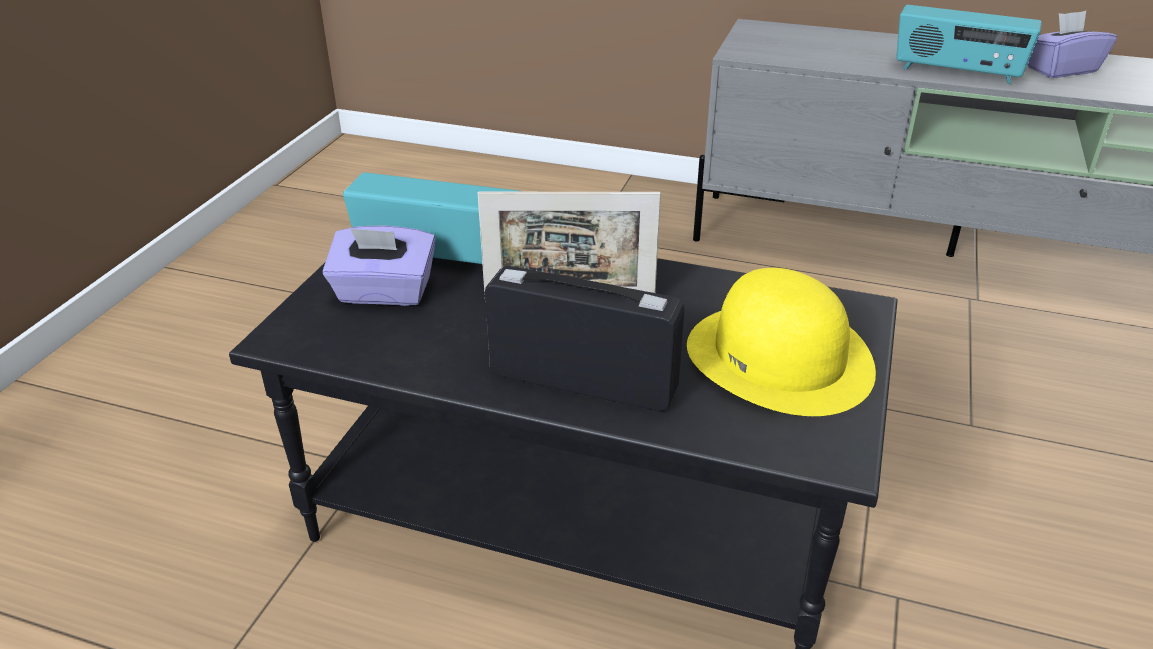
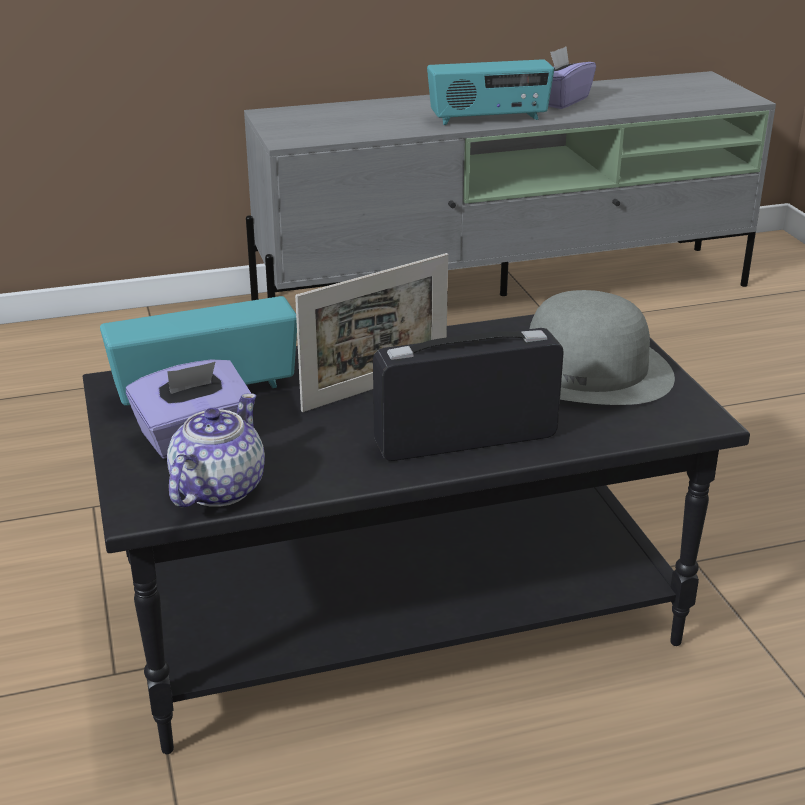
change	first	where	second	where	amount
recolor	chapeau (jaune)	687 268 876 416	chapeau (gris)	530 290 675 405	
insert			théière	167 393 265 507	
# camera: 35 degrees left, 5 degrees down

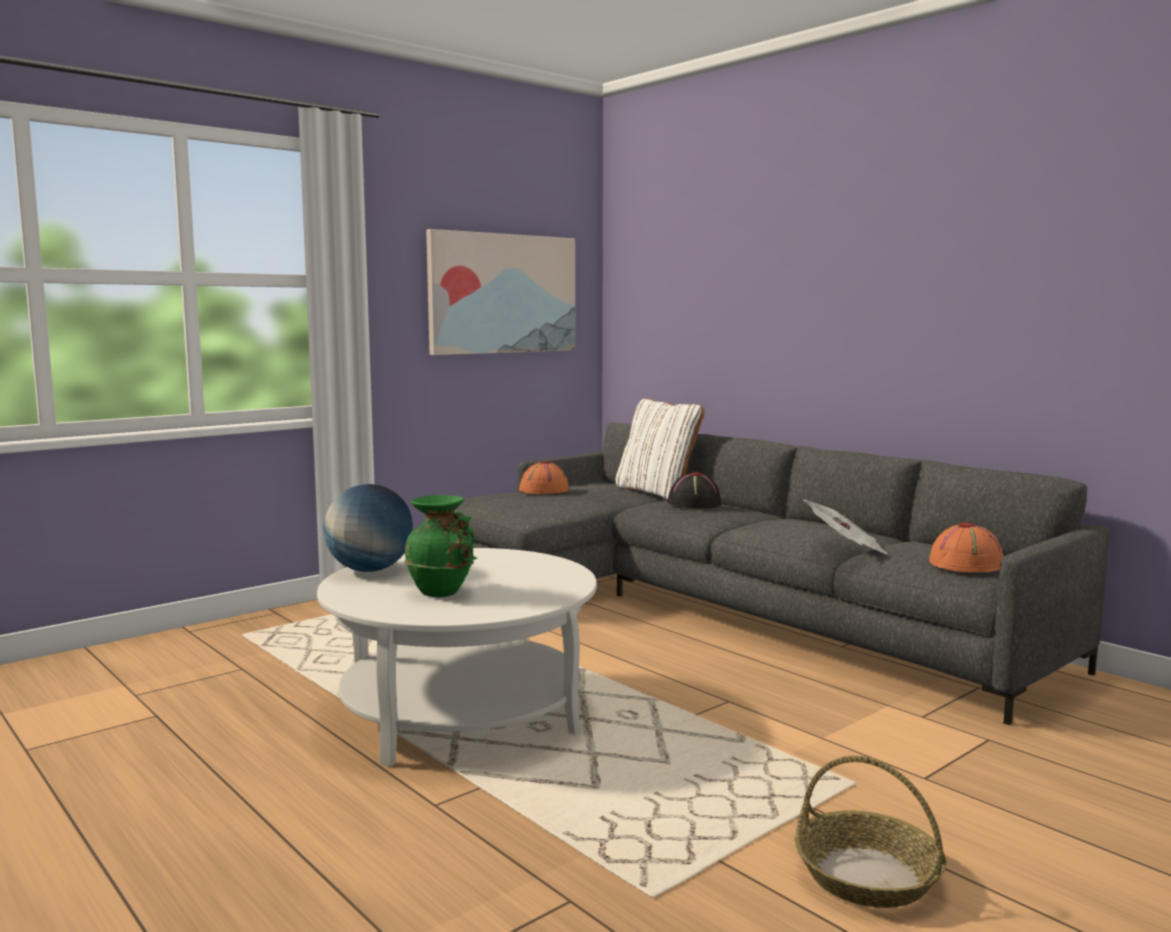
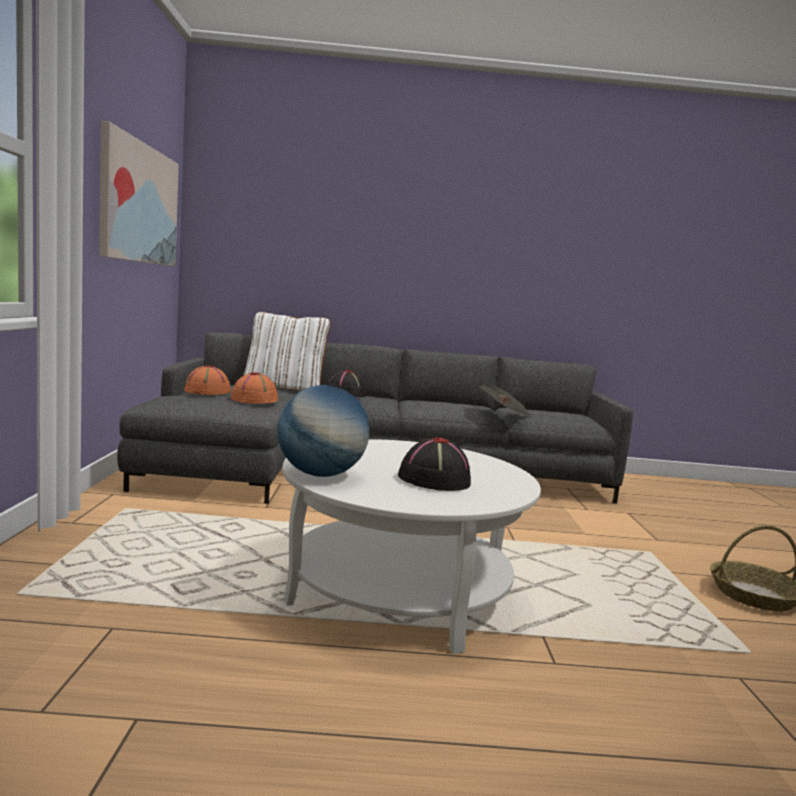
change	first	where	second	where	amount
replace	vase (vert)	404 495 477 597	chapeau (noir)	398 437 471 491	
move	chapeau (orange)	930 522 1003 573		231 372 278 404	
# camera: 50 degrees left, 0 degrees up

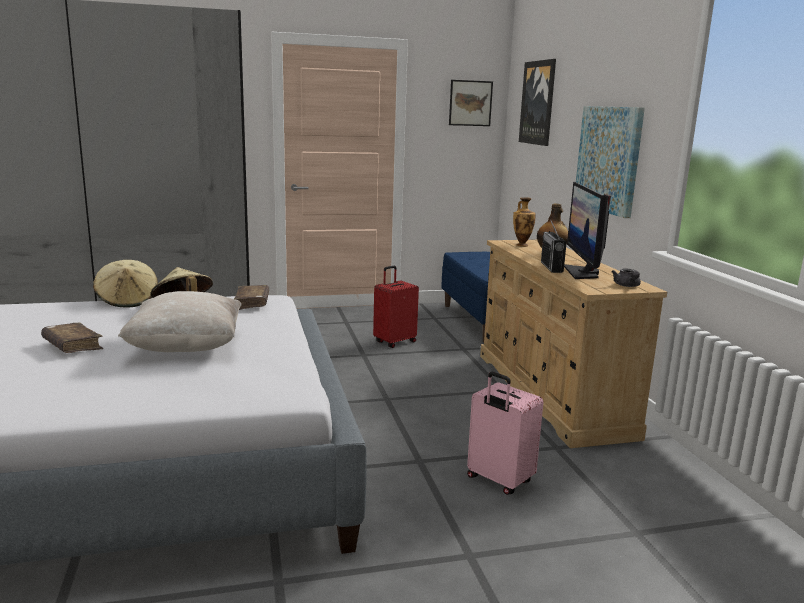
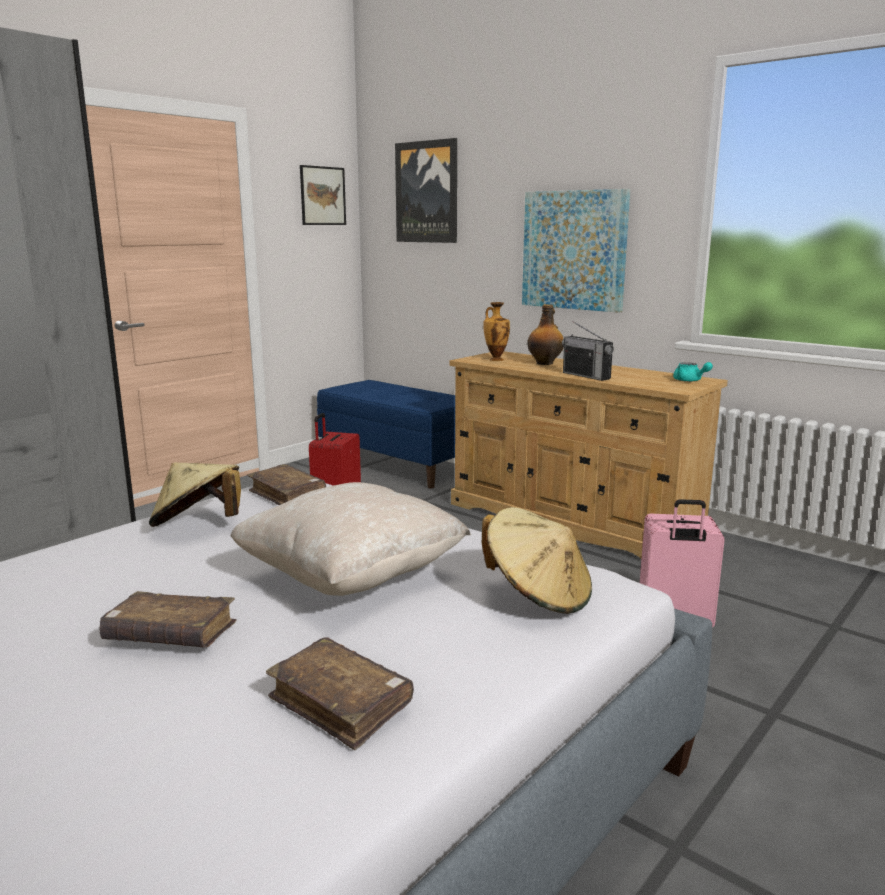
change	first	where	second	where	amount
delete	écran d'ordinateur	564 182 611 279			
move	chapeau (beige)	93 260 158 308		482 507 592 614	
recolor	théière (gris)	612 269 641 287	théière (turquoise)	673 362 713 382	
insert			livre (marron)	266 637 414 750	
# camera: 35 degrees left, 0 degrees up

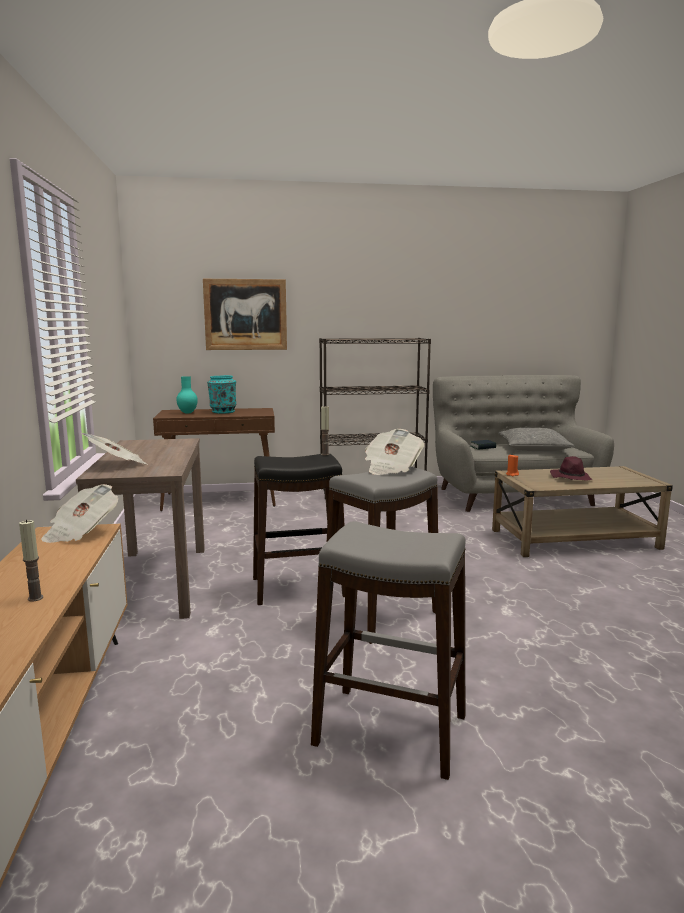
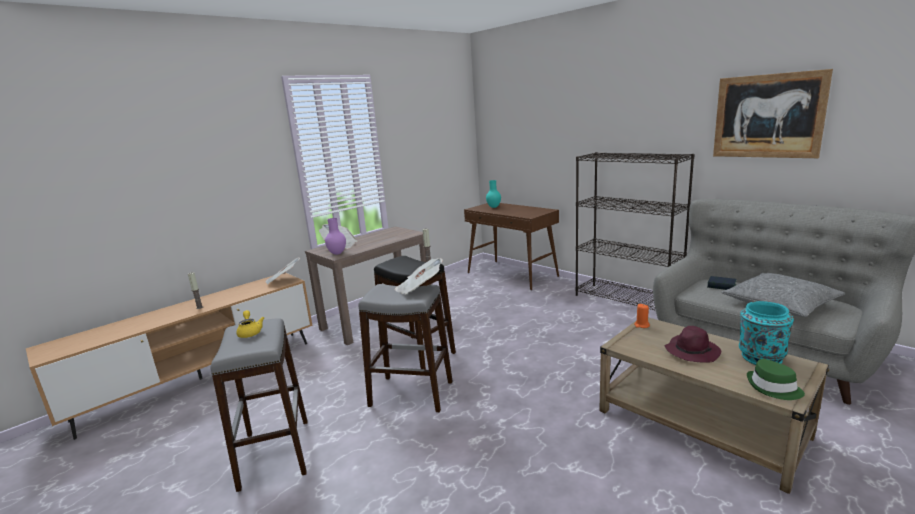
change	first	where	second	where	amount
move	tableau	203 279 287 350		713 69 833 158	
move	vase (turquoise)	207 375 236 413		739 301 794 365	
insert			vase (violet)	325 218 346 255	
insert			théière (jaune)	236 310 264 338	
insert			chapeau (vert)	747 359 805 400	
# camera: 55 degrees right, 5 degrees up

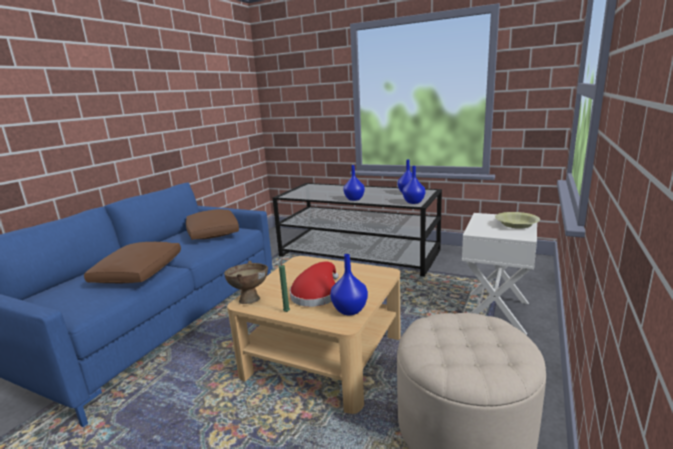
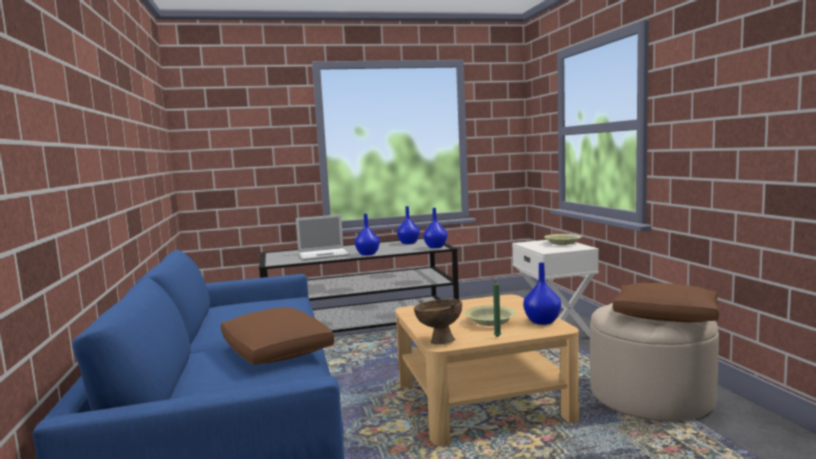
change	first	where	second	where	amount
move	coussin (marron)	186 209 239 240		613 283 719 322	
replace	chapeau (rouge)	290 261 339 307	bol (jaune)	465 305 517 326	
insert			ordinateur portable	296 214 350 261	
# camera: 40 degrees left, 10 degrees down

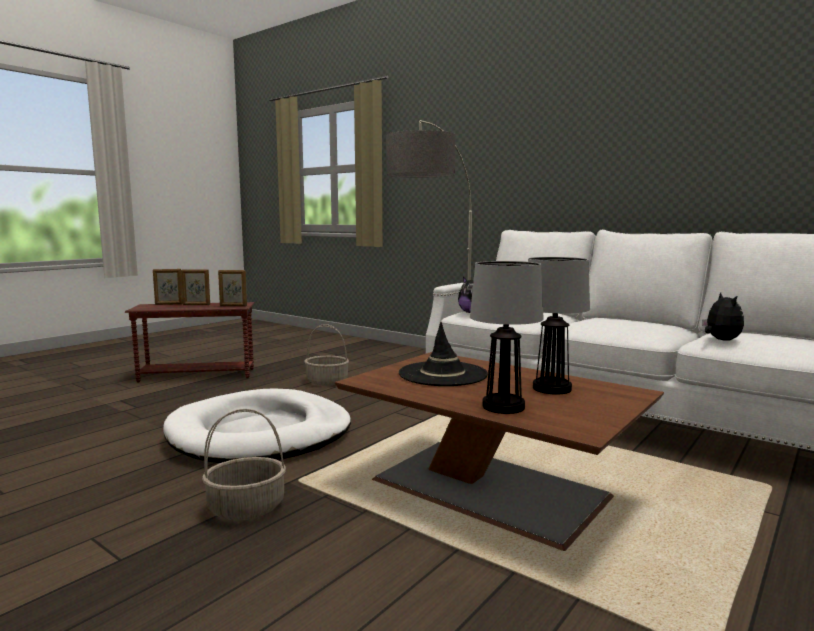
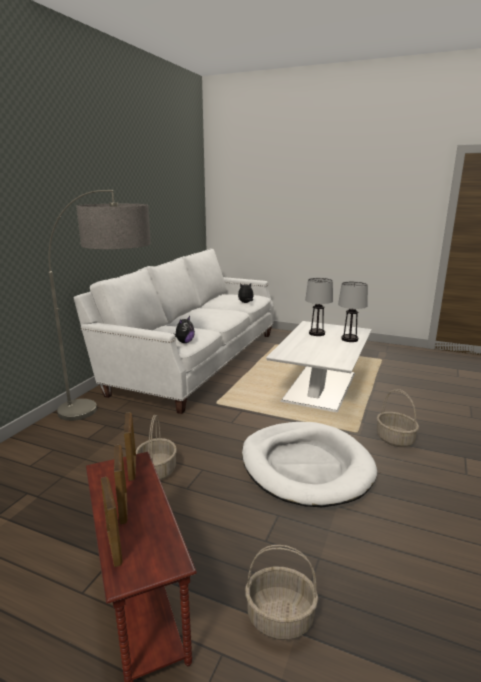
change	first	where	second	where	amount
delete	chapeau (noir)	399 322 488 386			
recolor	table basse (marron)	335 352 664 551	table basse (blanc)	266 321 372 412	
insert			panier	245 545 318 640	
# camera: 105 degrees left, 10 degrees up

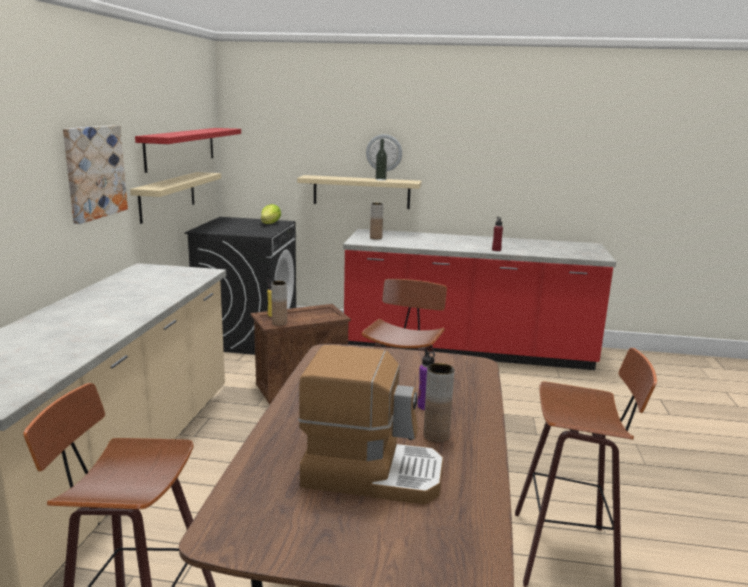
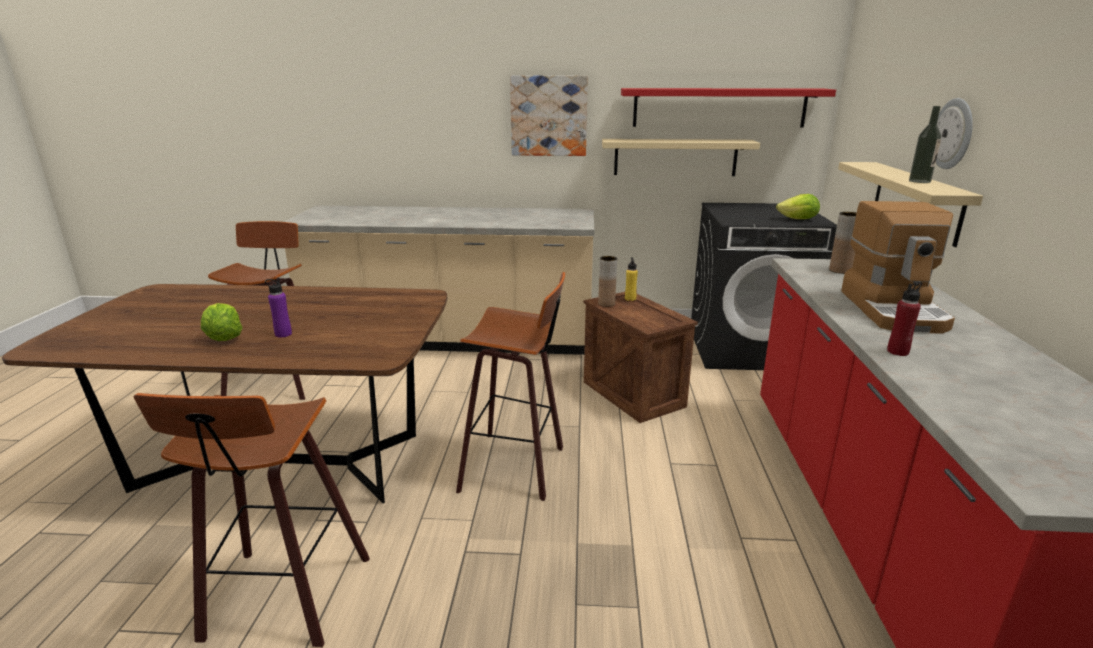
change	first	where	second	where	amount
move	machine à café	298 345 443 505		841 201 955 334	
replace	vase (marron)	423 363 454 442	laitue	201 303 243 341	
# camera: 85 degrees right, 5 degrees up

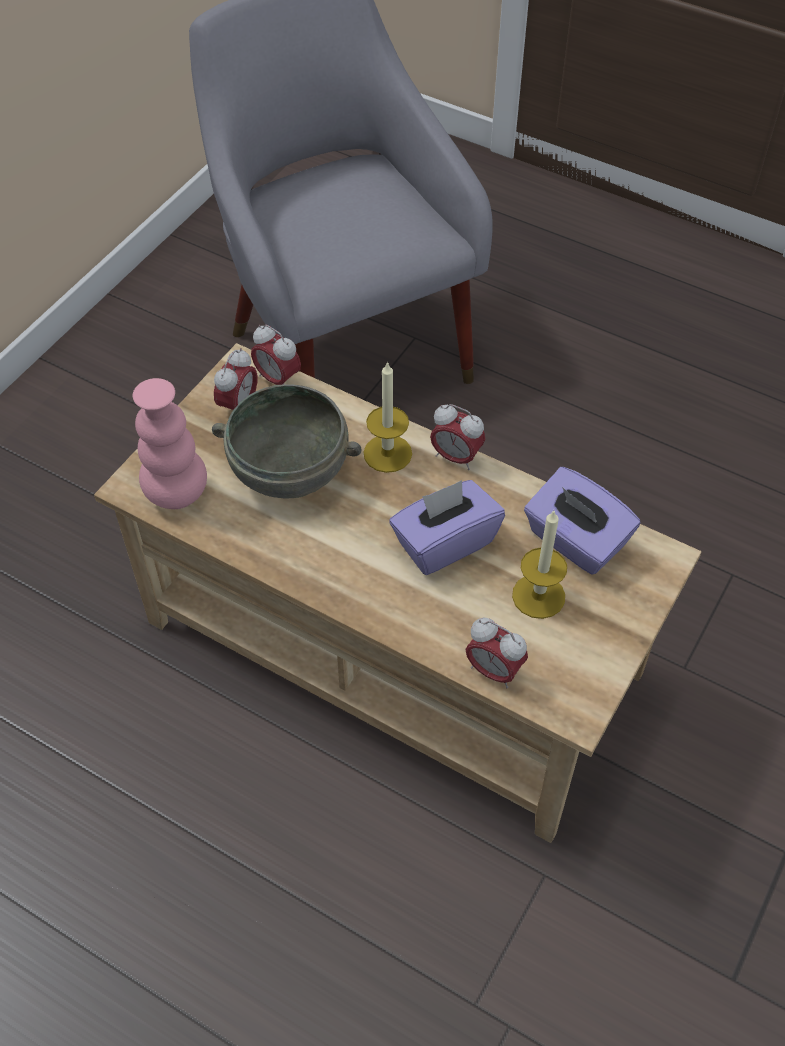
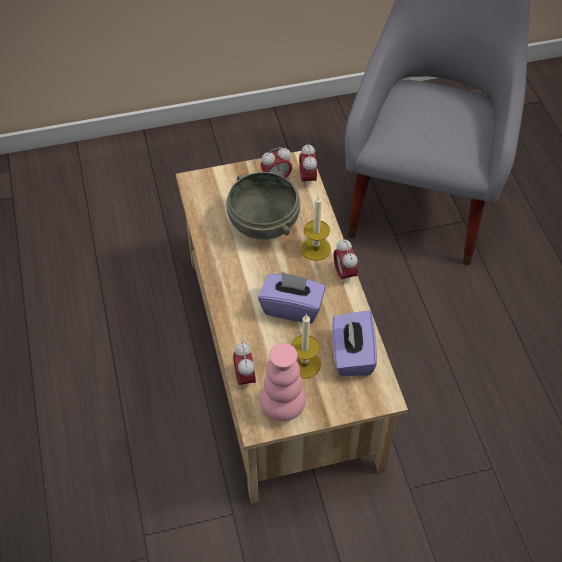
change	first	where	second	where	amount
move	vase (rose)	133 378 207 509		260 343 306 421	
# camera: 45 degrees right, 0 degrees up

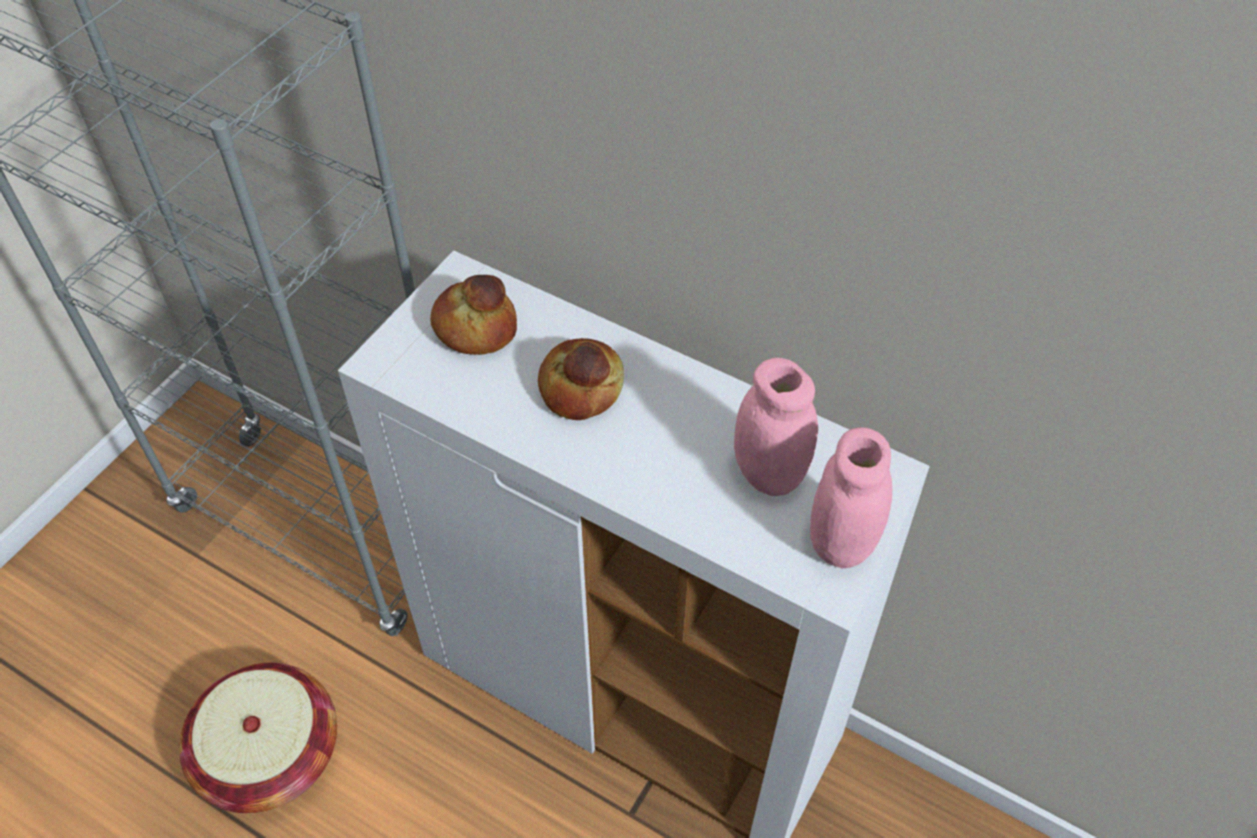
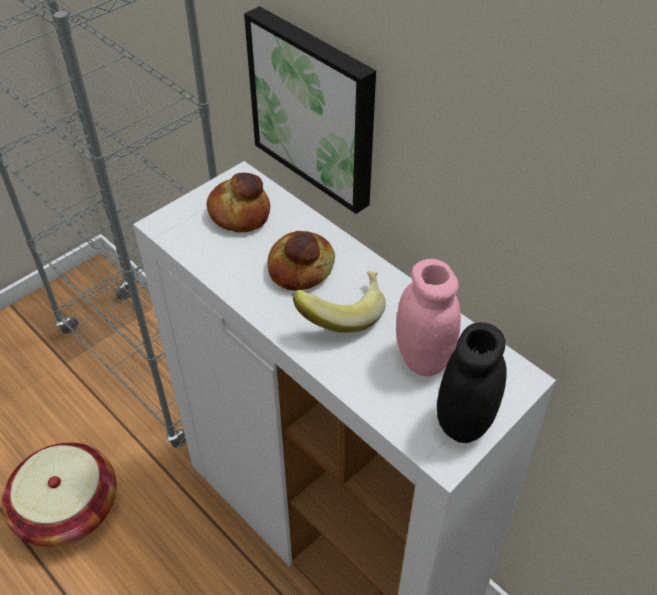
change	first	where	second	where	amount
recolor	bocal (rose)	810 427 892 568	bocal (noir)	437 322 507 443	
insert			tableau	244 6 376 214	
insert			banane	293 271 386 333	
# camera: 15 degrees right, 5 degrees down

